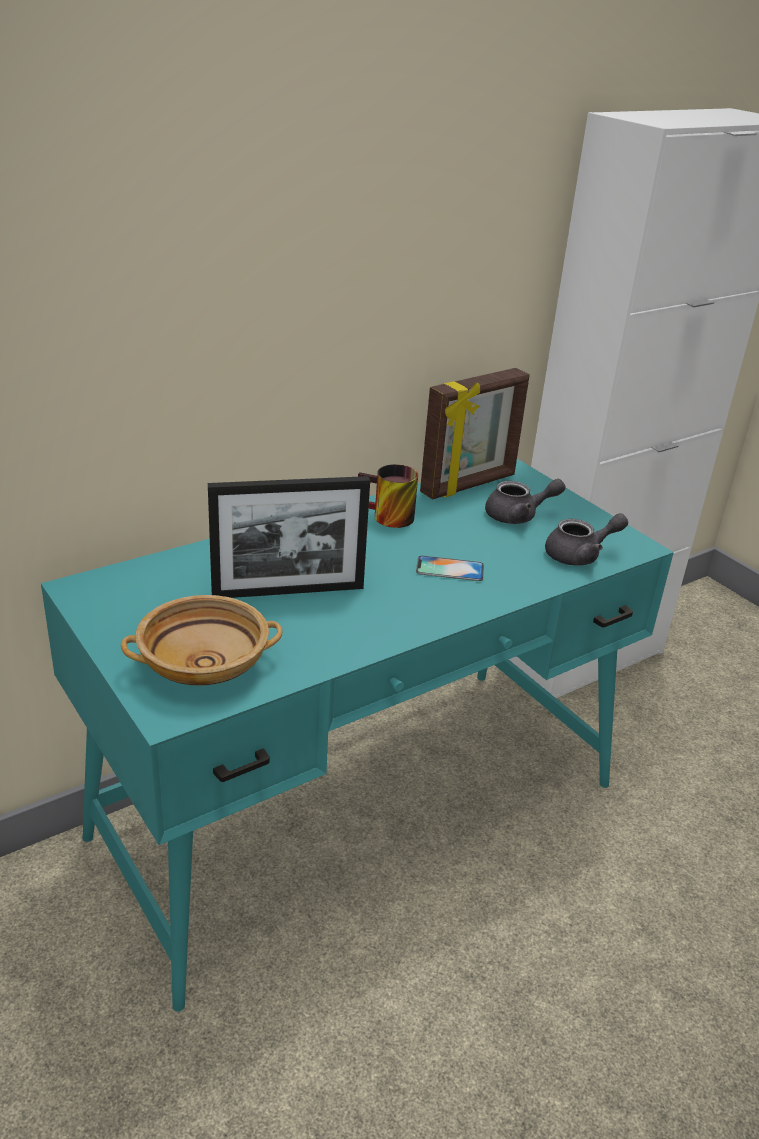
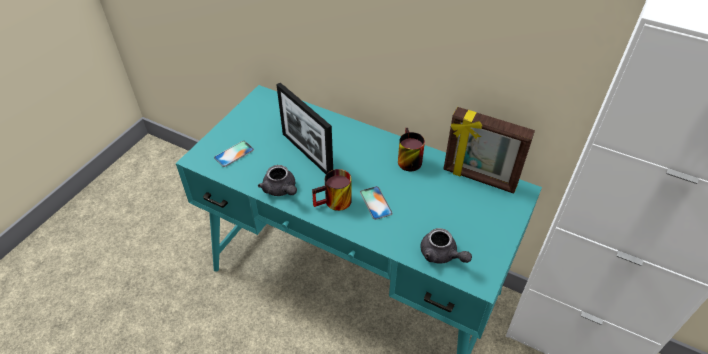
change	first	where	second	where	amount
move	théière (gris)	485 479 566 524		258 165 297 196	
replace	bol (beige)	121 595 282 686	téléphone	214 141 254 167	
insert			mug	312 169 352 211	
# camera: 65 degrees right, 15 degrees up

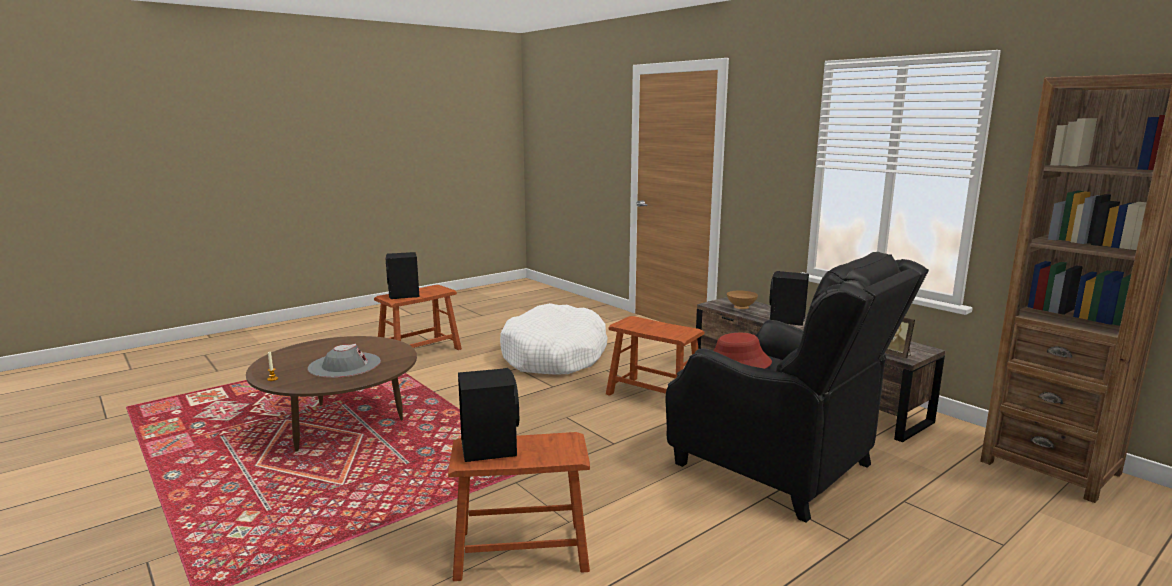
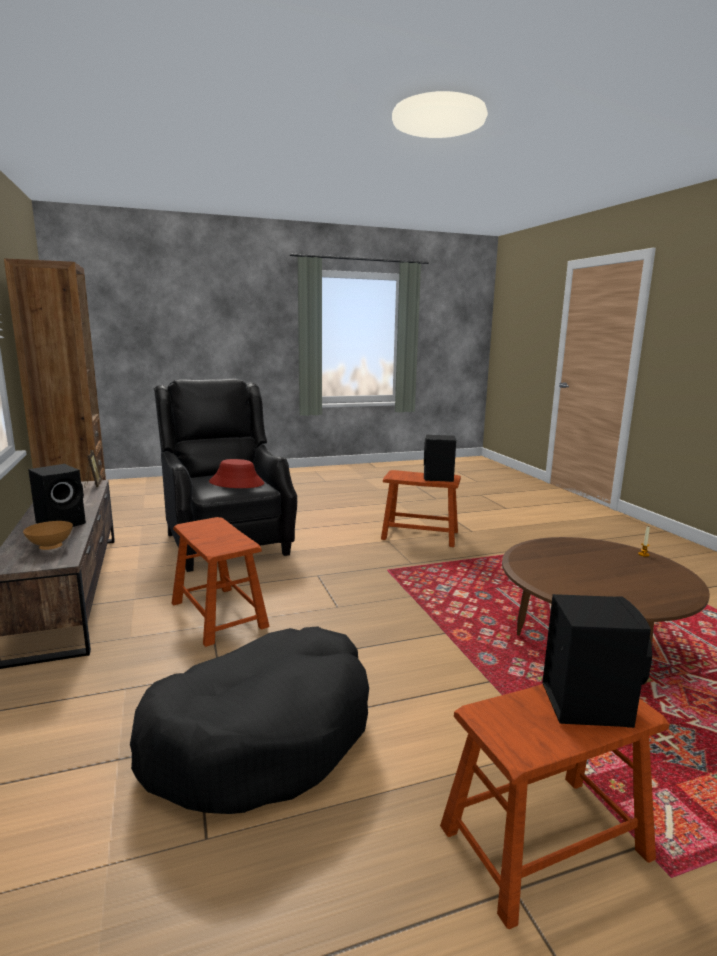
change	first	where	second	where	amount
recolor	panier pour chien (blanc)	500 303 608 375	panier pour chien (noir)	130 626 369 814	
delete	chapeau (gris)	308 344 381 378			
# camera: 160 degrees left, 0 degrees up

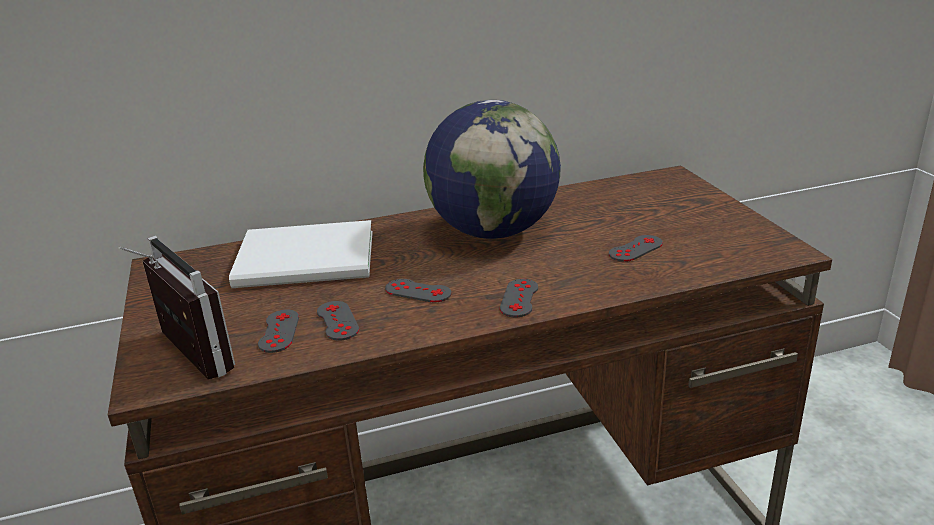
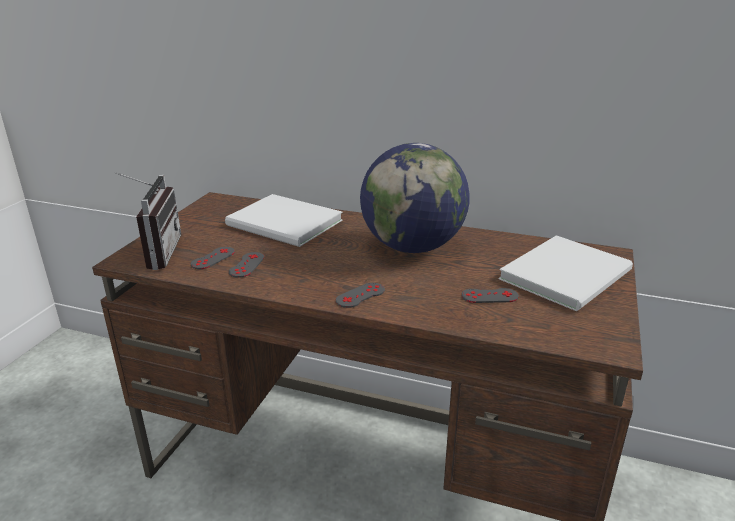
change	first	where	second	where	amount
delete	manette (gris)	385 279 452 303			
insert			livre (blanc)	499 235 633 311	
# camera: 35 degrees right, 0 degrees up

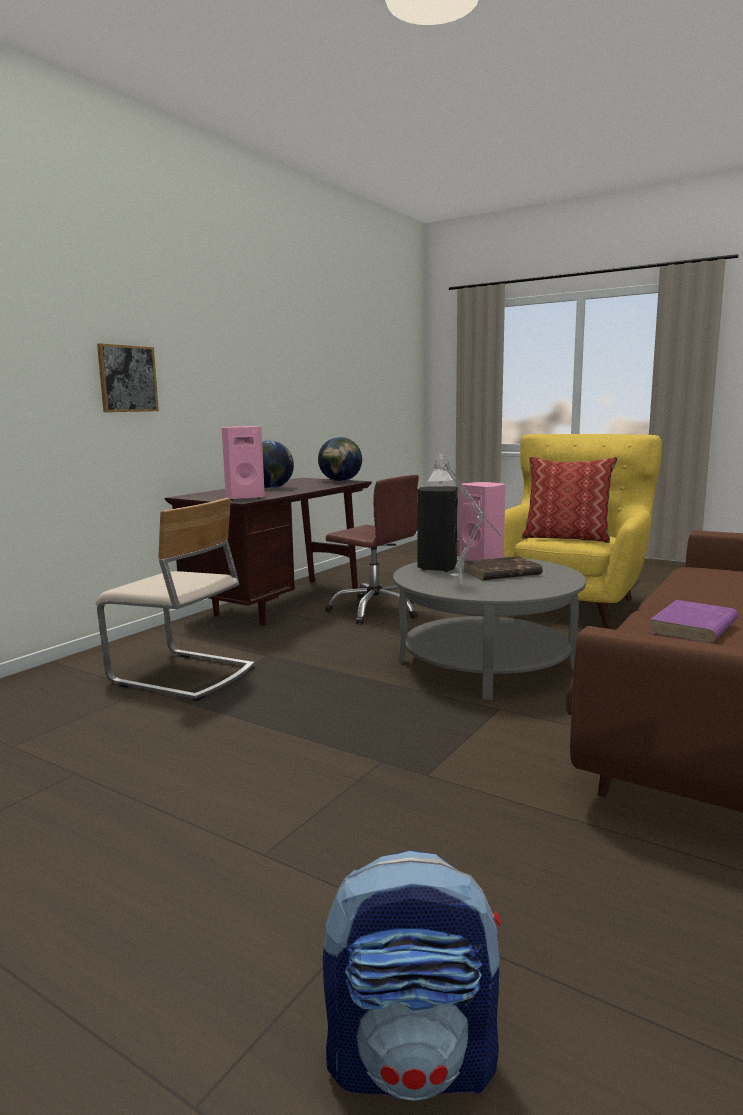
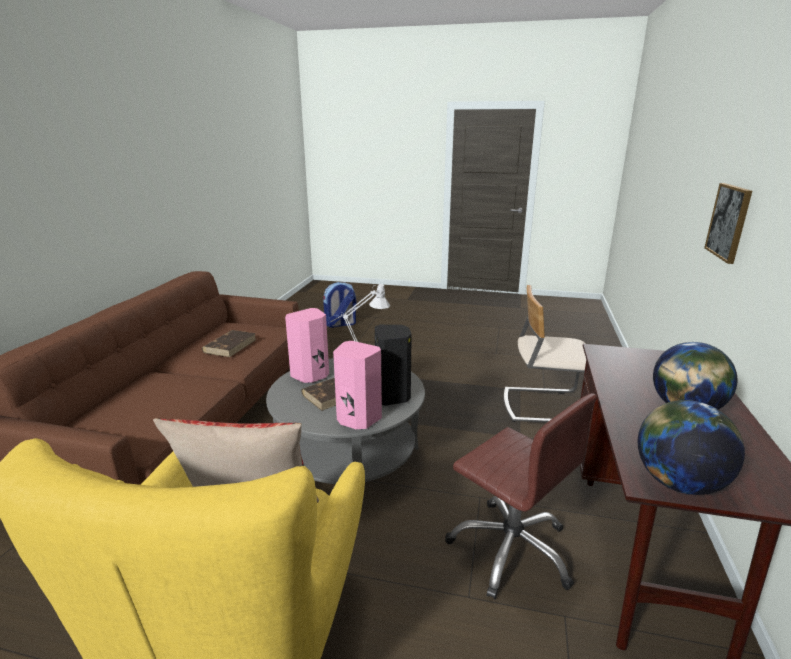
change	first	where	second	where	amount
move	enceinte (rose)	222 426 265 500		285 308 329 383	
rotate	chaise de bureau (marron)	325 475 419 625		445 393 597 599	150 degrees counterclockwise
recolor	livre (violet)	649 600 738 643	livre (marron)	202 330 256 357	
# camera: 160 degrees right, 10 degrees up

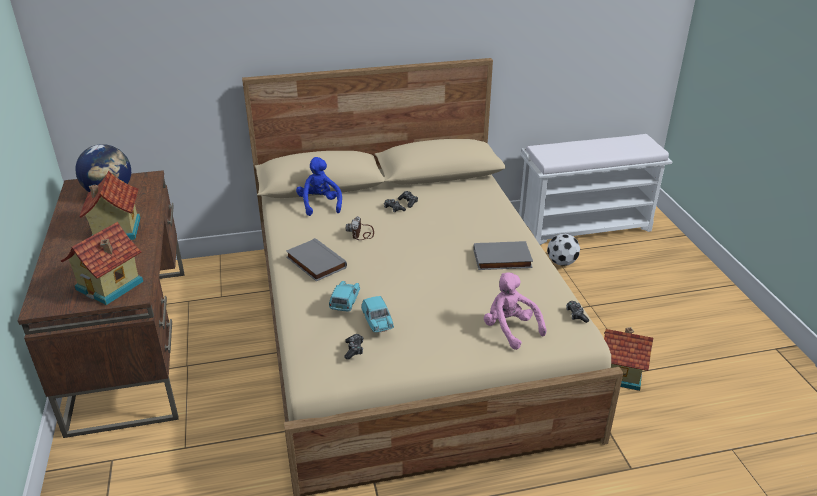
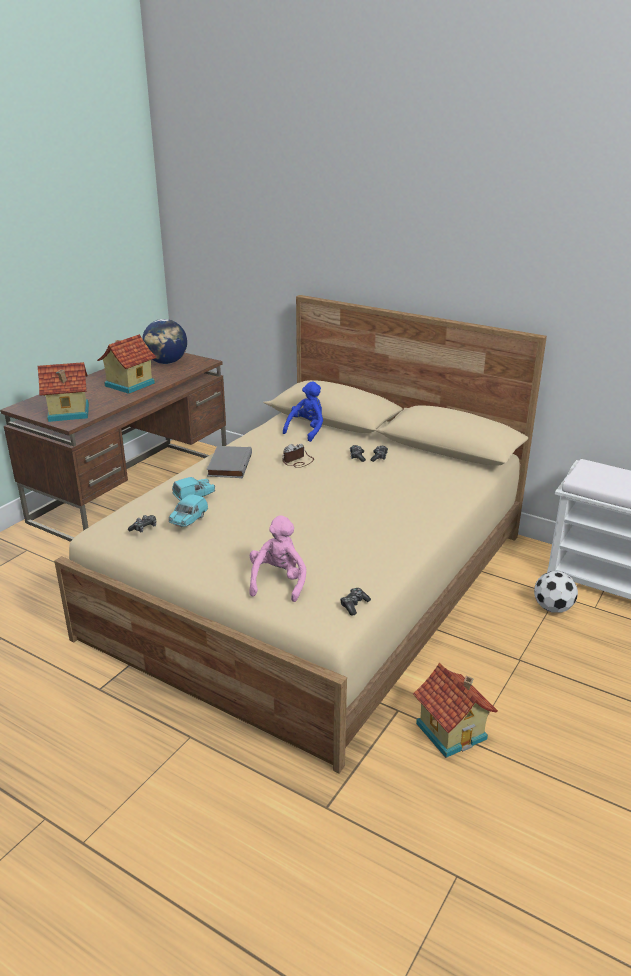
change	first	where	second	where	amount
delete	livre (gris)	473 241 533 270			
# camera: 45 degrees right, 5 degrees down

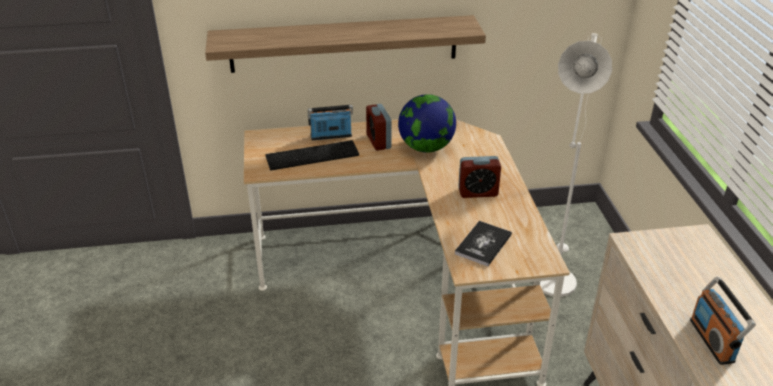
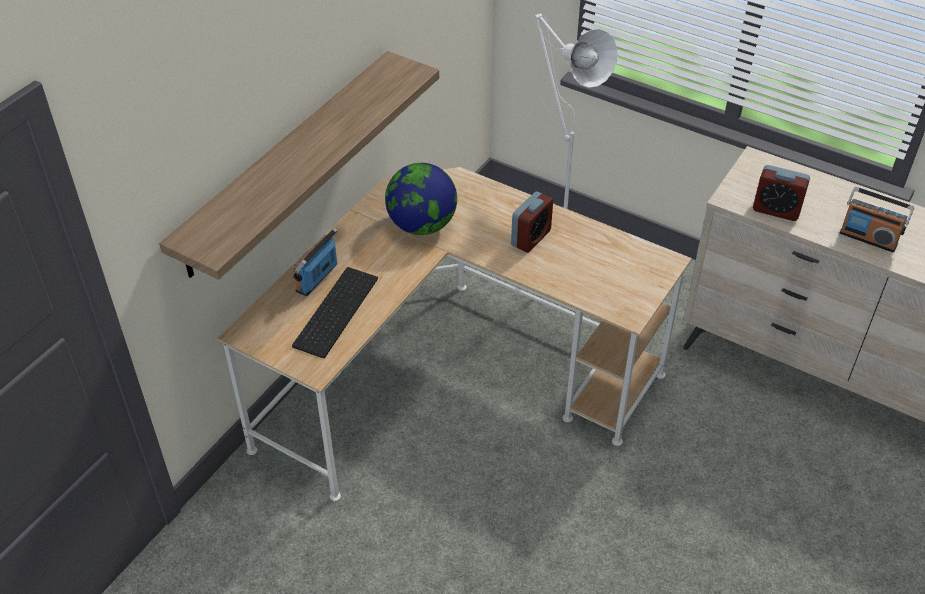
change	first	where	second	where	amount
move	réveil	366 104 392 151		753 165 810 221	
delete	livre	455 221 512 267			
# camera: 50 degrees left, 10 degrees up

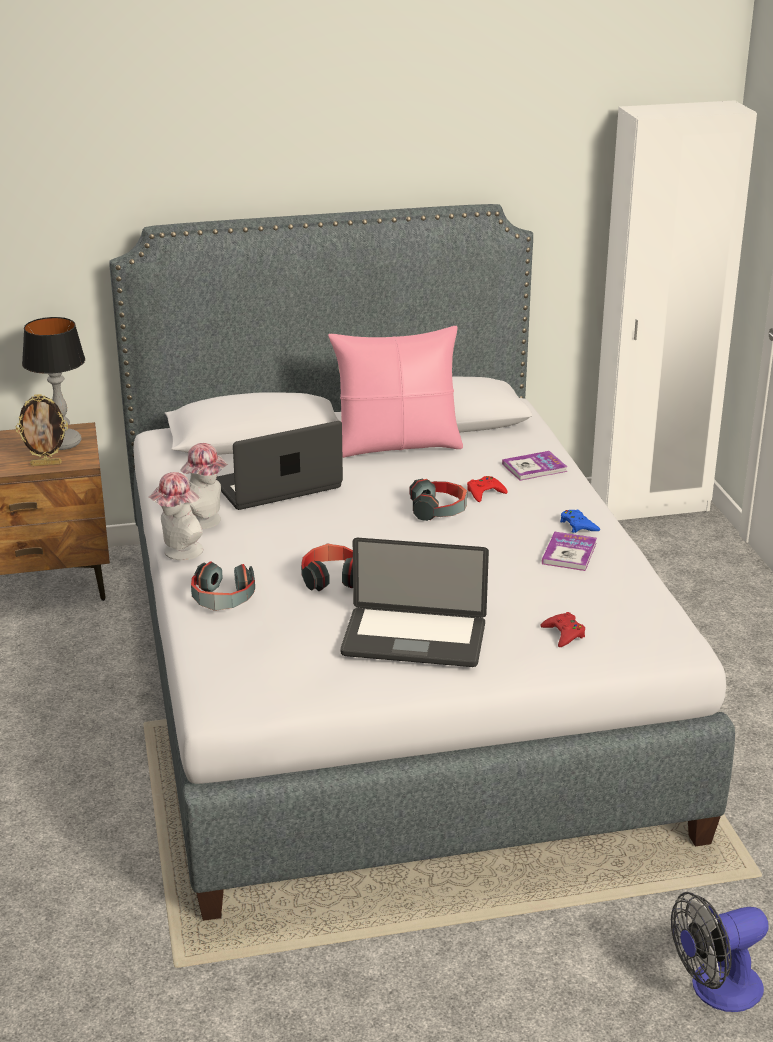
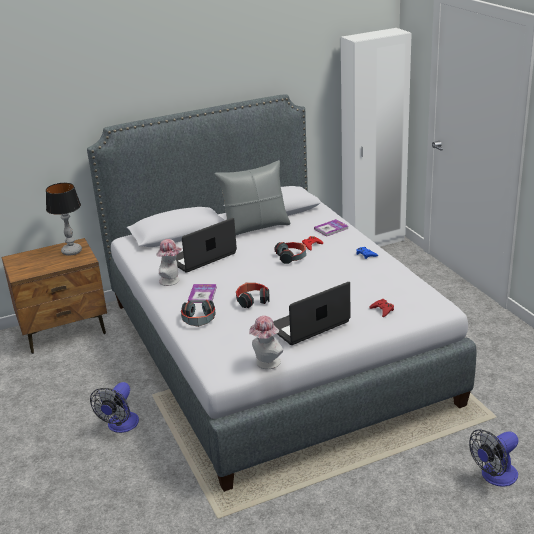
change	first	where	second	where	amount
recolor	coussin (rose)	328 326 463 458	coussin (gris)	214 160 291 235	
delete	cadre photo	16 394 68 466			
move	chapeau	148 472 203 560		249 316 283 369	
move	livre	542 531 597 571		188 284 217 303	
rotate	ordinateur portable	340 538 489 667		273 282 350 345	150 degrees clockwise
insert			ventilateur	90 382 139 433	
# camera: 10 degrees left, 0 degrees up

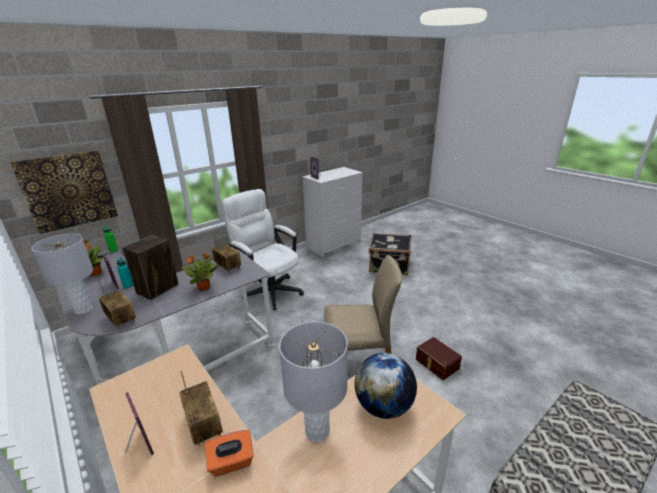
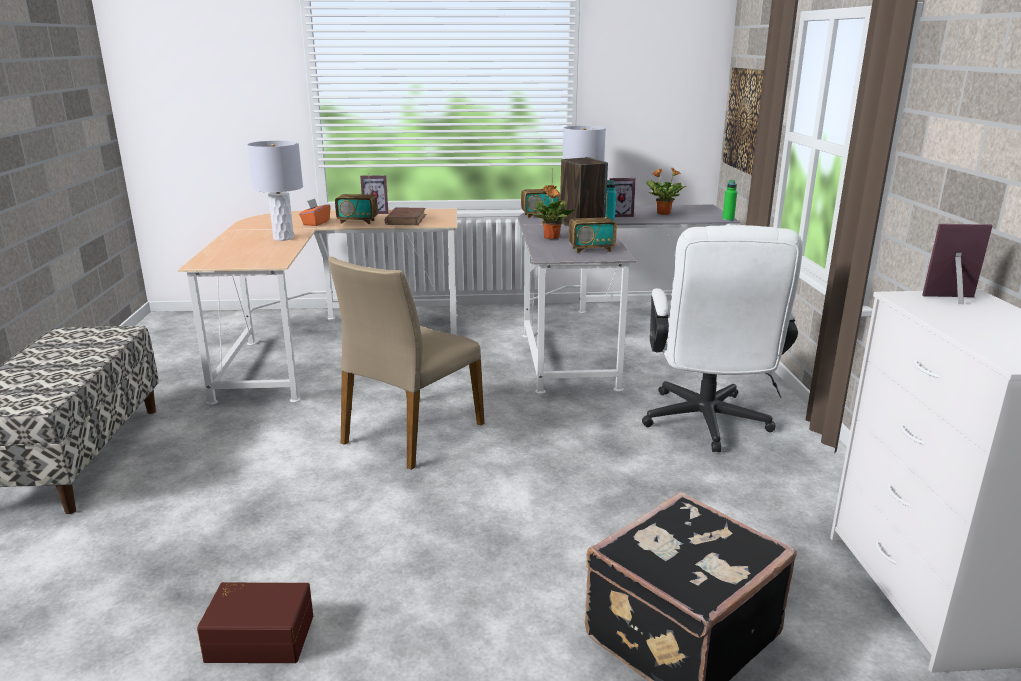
change	first	where	second	where	amount
rotate	chaise de bureau (blanc)	222 189 304 310		642 225 803 452	105 degrees clockwise
move	boîte de rangement (marron)	416 337 462 380		197 582 313 663	
delete	globe	355 353 417 419			
insert			livre (marron)	385 208 427 225	
# camera: 125 degrees right, 5 degrees down

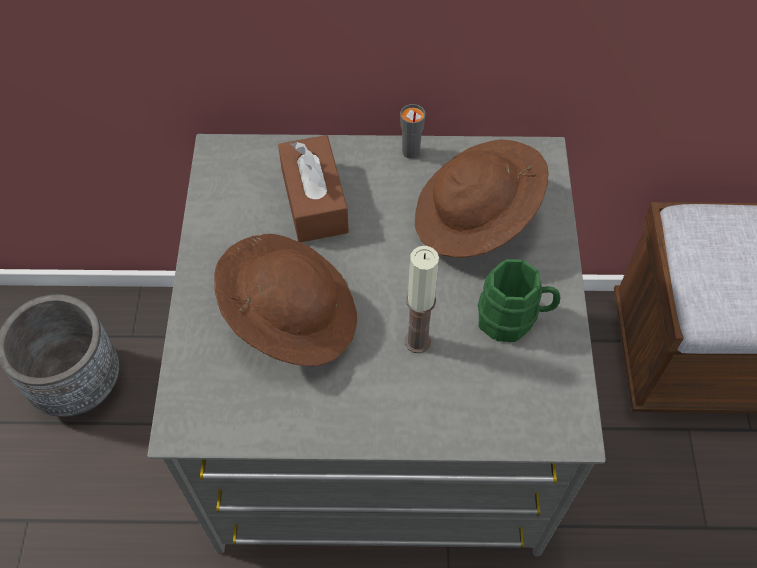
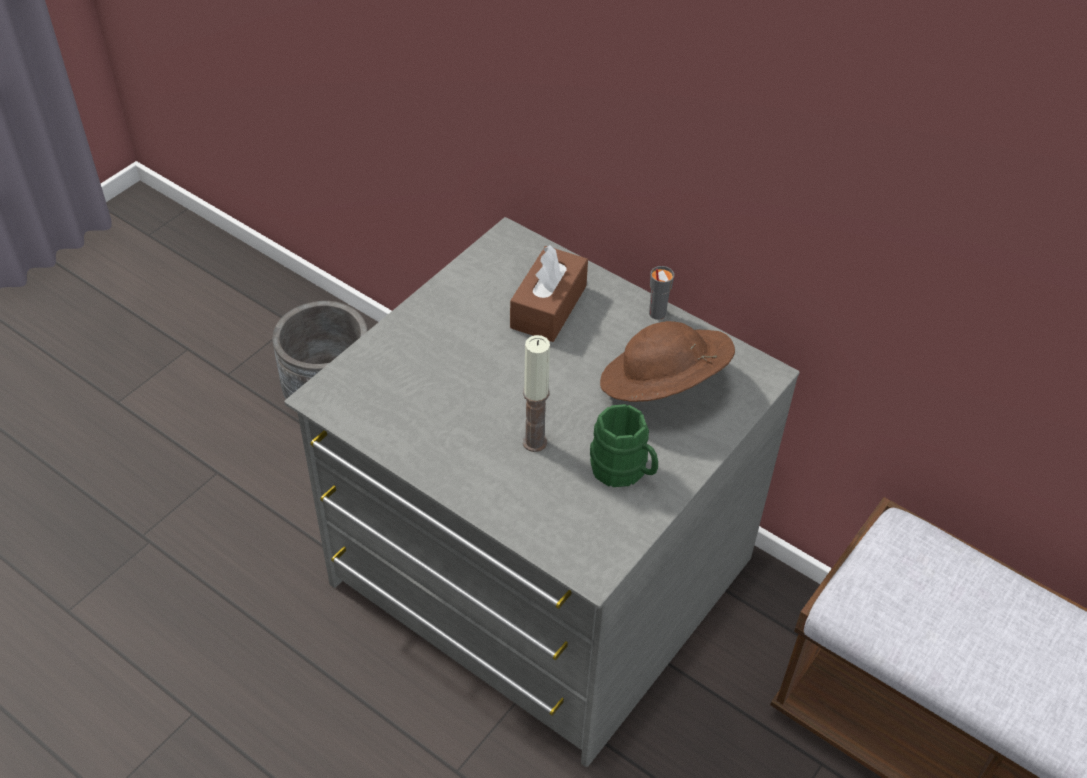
change	first	where	second	where	amount
delete	chapeau (marron)	214 234 357 366			
# camera: 35 degrees right, 10 degrees down

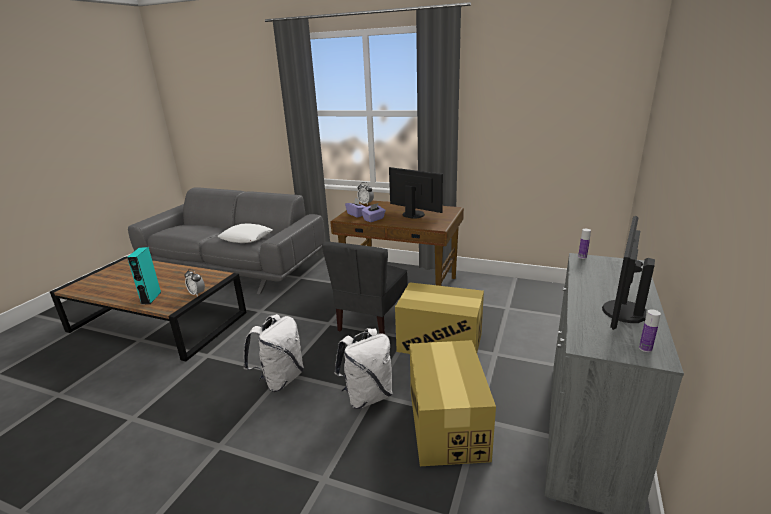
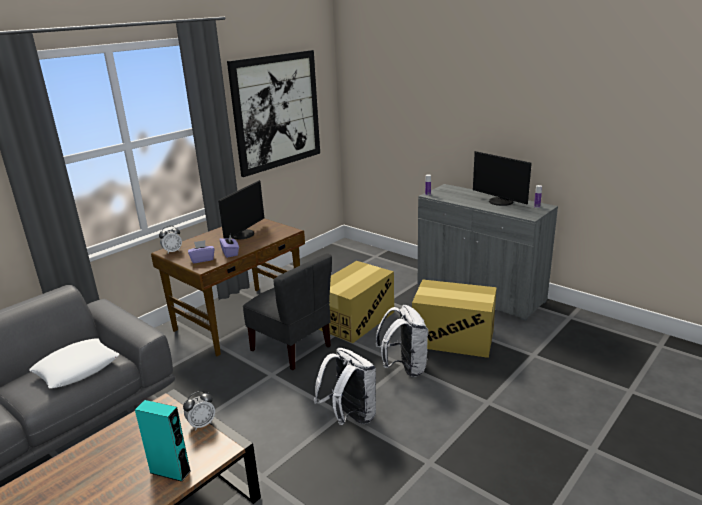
change	first	where	second	where	amount
rotate	écran d'ordinateur	389 167 443 219		218 180 264 239	150 degrees clockwise
insert			tableau	227 50 320 177	
# camera: 70 degrees left, 0 degrees up

